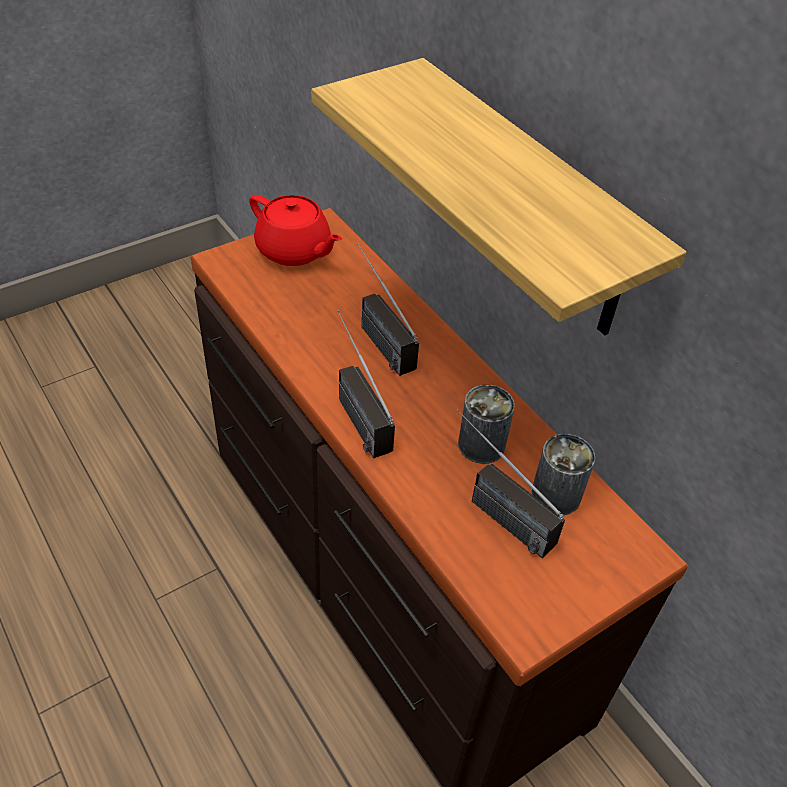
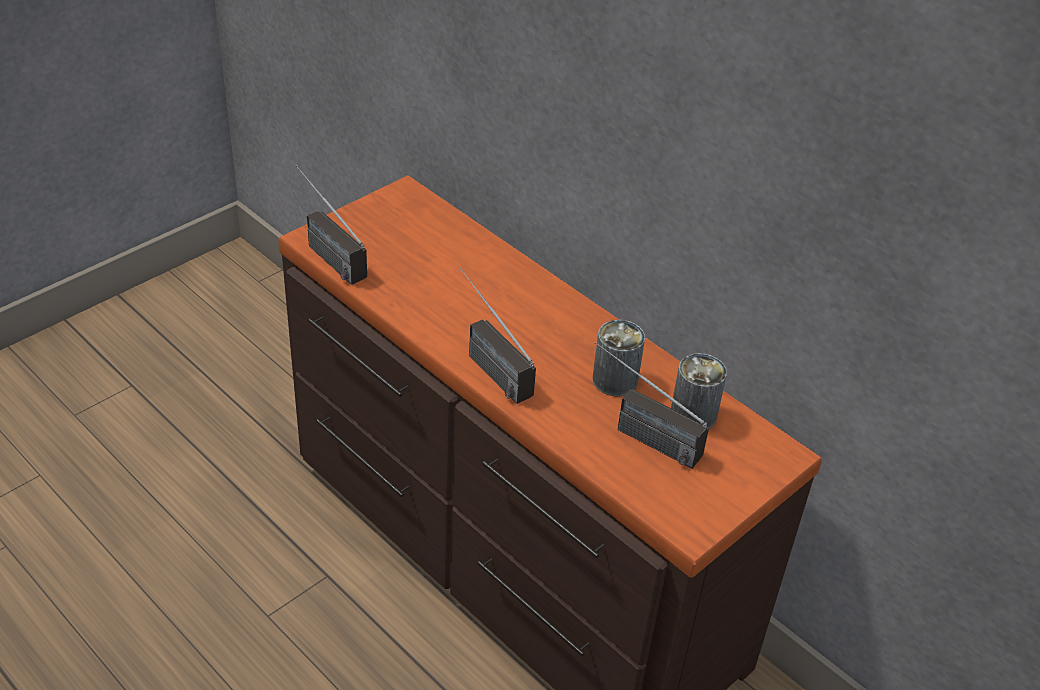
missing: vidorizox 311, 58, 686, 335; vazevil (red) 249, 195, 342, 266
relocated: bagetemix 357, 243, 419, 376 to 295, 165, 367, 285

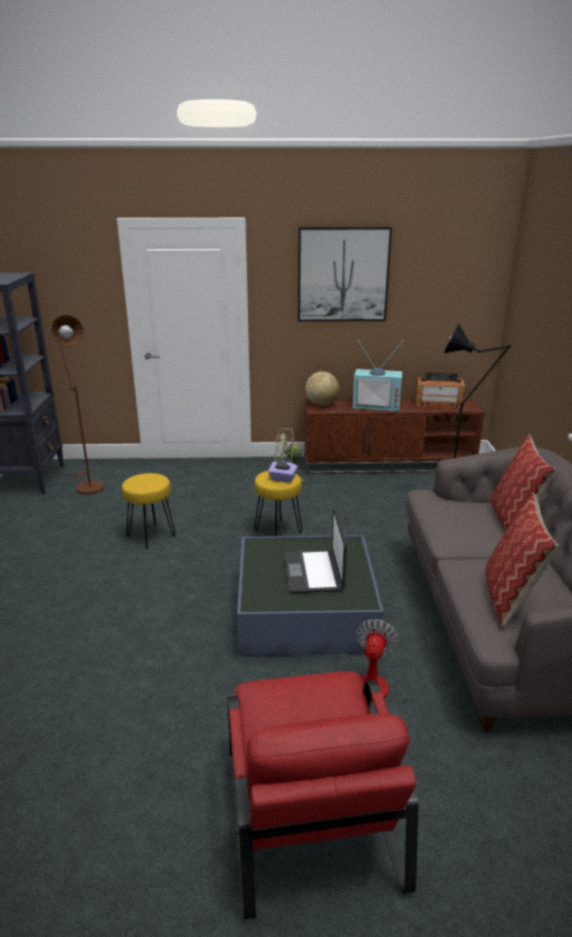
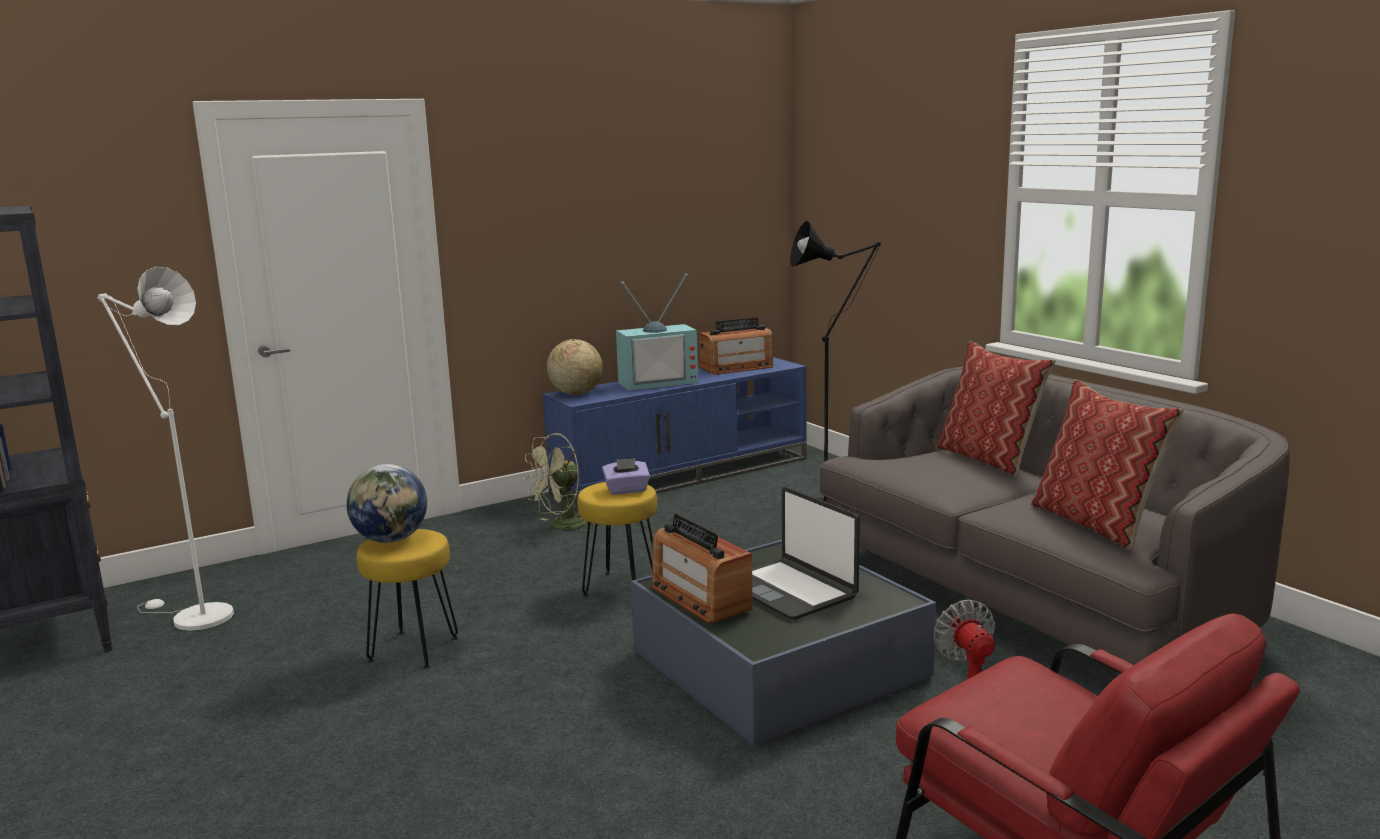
missing: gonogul 298, 227, 392, 322
appeared: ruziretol 346, 464, 427, 543; bagetemix 651, 514, 753, 624
colour: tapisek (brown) 51, 315, 105, 494 to tapisek (white) 97, 267, 234, 631; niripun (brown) 304, 399, 485, 474 to niripun (blue) 542, 357, 807, 512

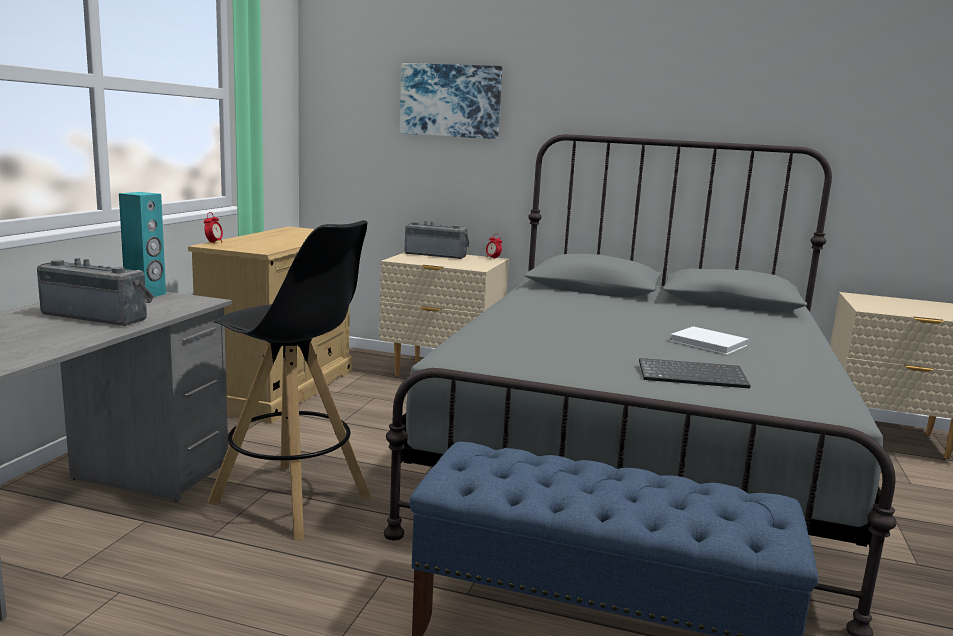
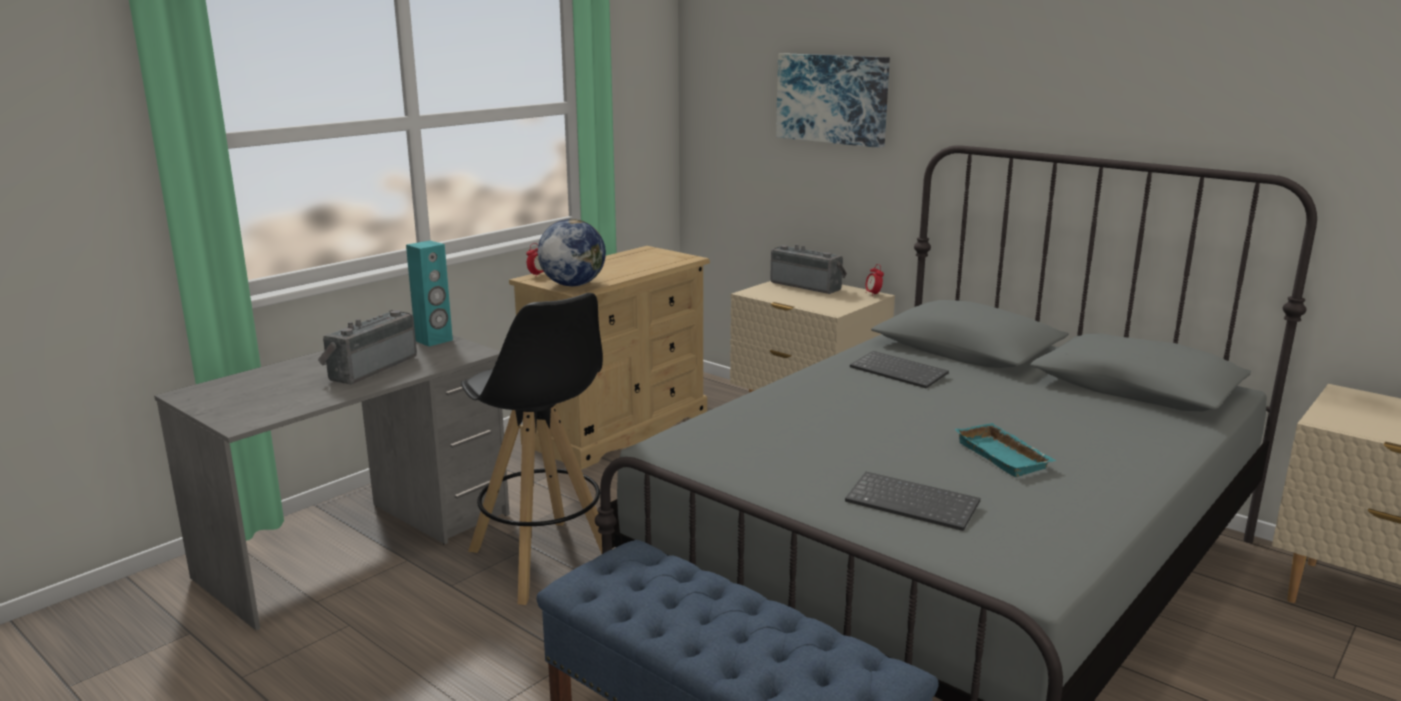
appeared: ruziretol 538, 219, 606, 286; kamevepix 850, 351, 949, 388
exchanged: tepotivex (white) 670, 326, 749, 355 to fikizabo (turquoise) 955, 423, 1056, 477
spun: bagetemix 37, 258, 154, 326 = 318, 310, 417, 384 105 degrees counterclockwise

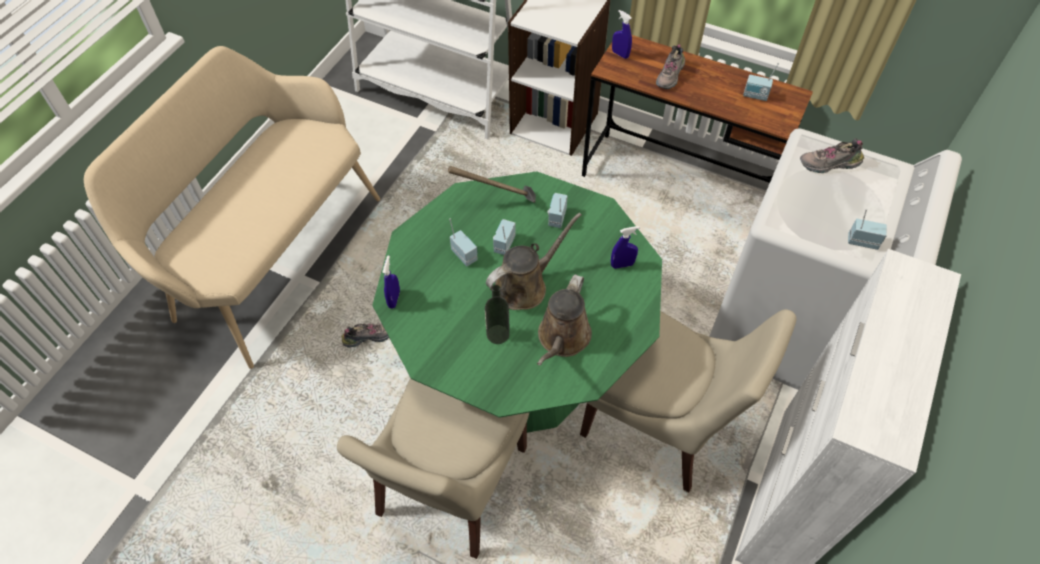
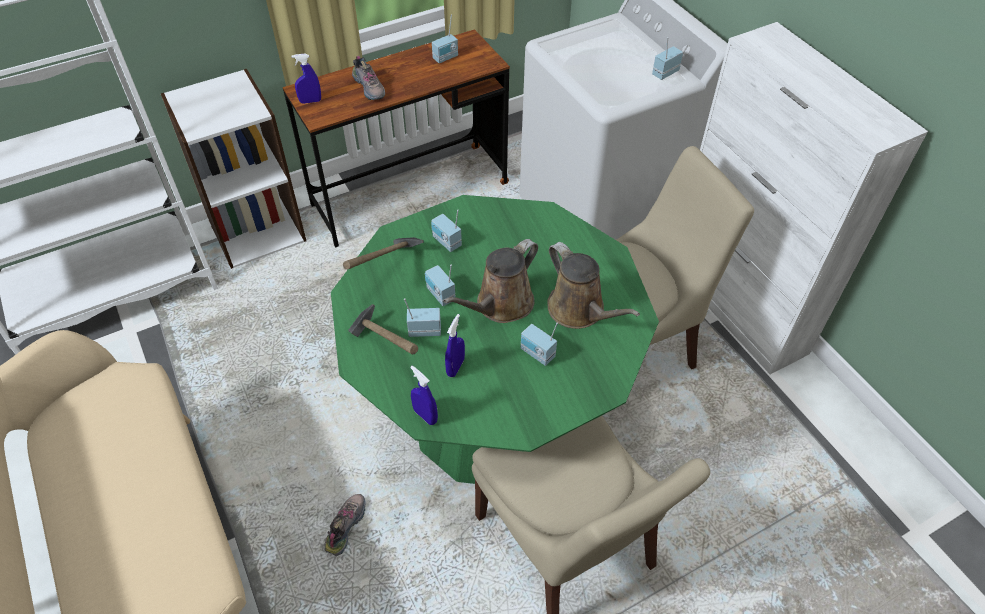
missing: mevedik 800, 139, 864, 173
appeared: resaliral 349, 304, 418, 354
relocated: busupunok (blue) 611, 226, 639, 269 to 445, 314, 465, 377
exchanged: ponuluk 485, 285, 510, 344 to bagetemix 521, 323, 558, 366
spun: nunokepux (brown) 486, 212, 582, 310 = 444, 239, 538, 323 135 degrees counterclockwise

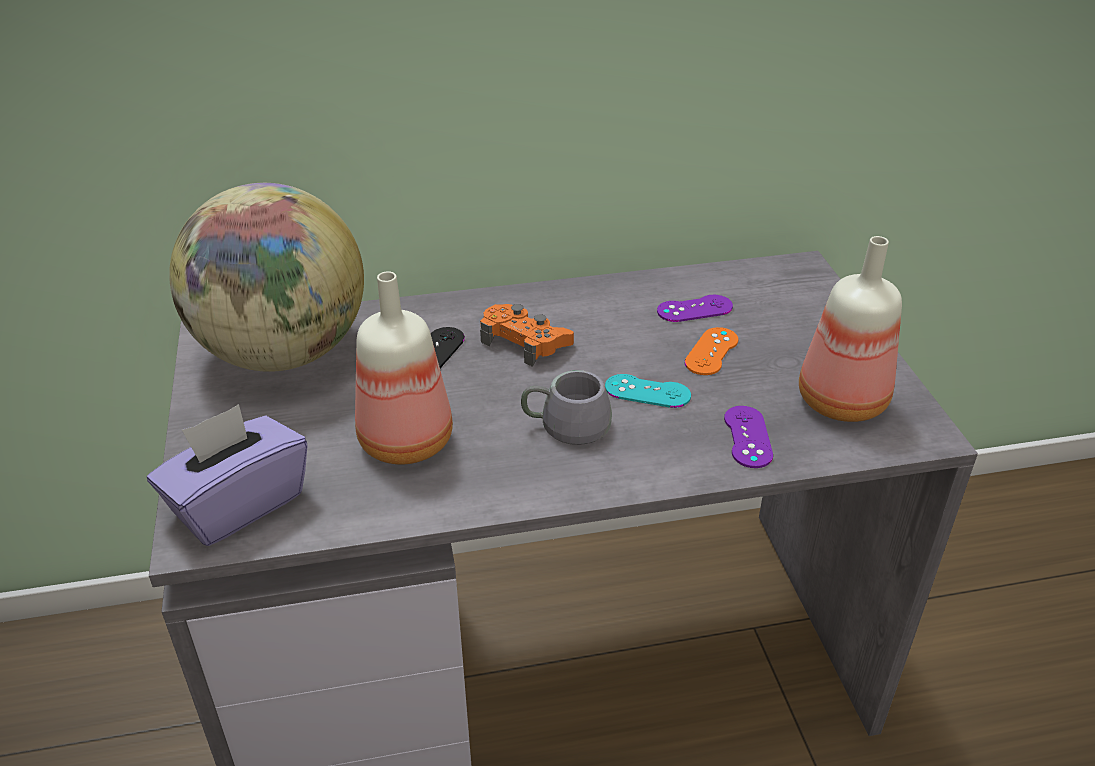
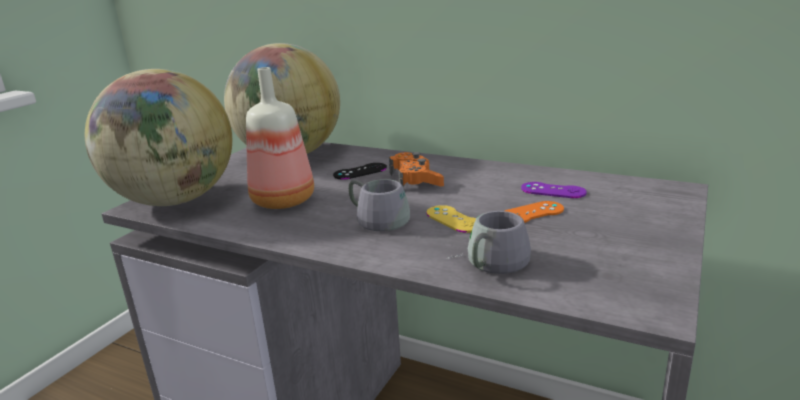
missing: ponuluk 799, 236, 902, 422
exchanged: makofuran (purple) 147, 404, 307, 546 to ruziretol 85, 69, 232, 206; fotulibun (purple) 724, 406, 773, 468 to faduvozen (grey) 446, 211, 531, 274
colour: fotulibun (turquoise) 605, 374, 691, 408 to fotulibun (yellow) 426, 205, 476, 233

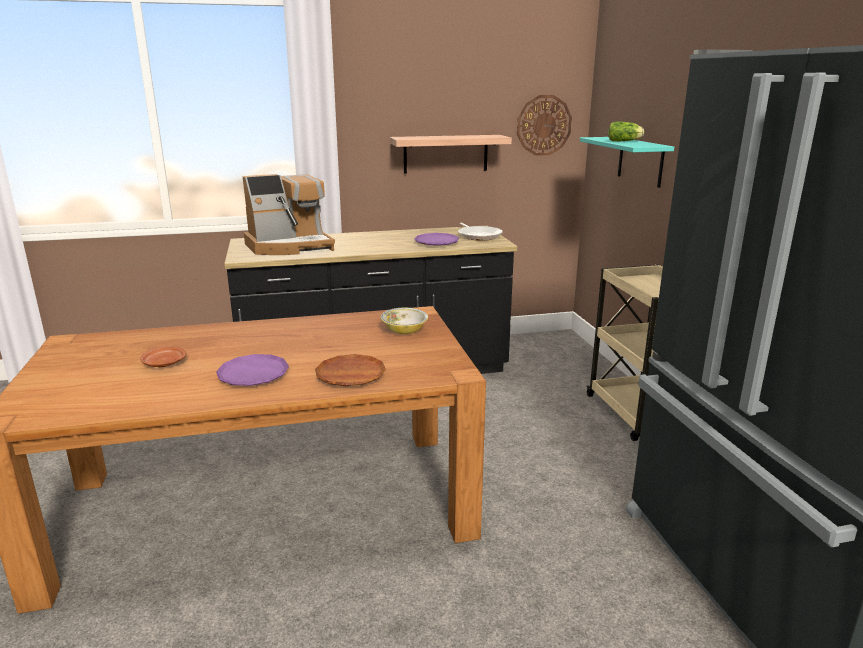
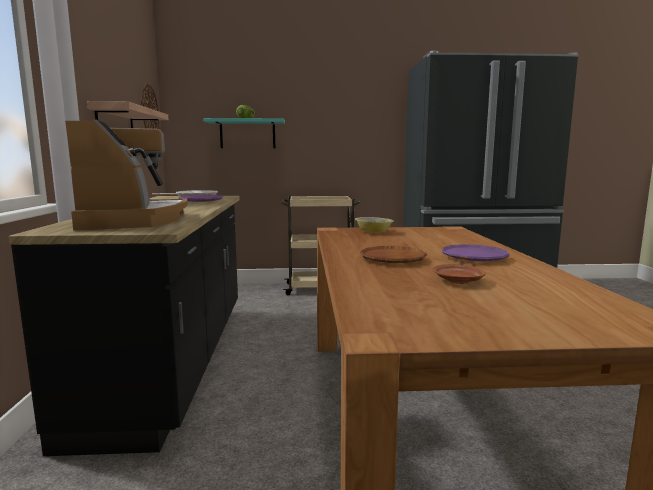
relocated: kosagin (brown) 315, 354, 386, 386 to 360, 246, 427, 263

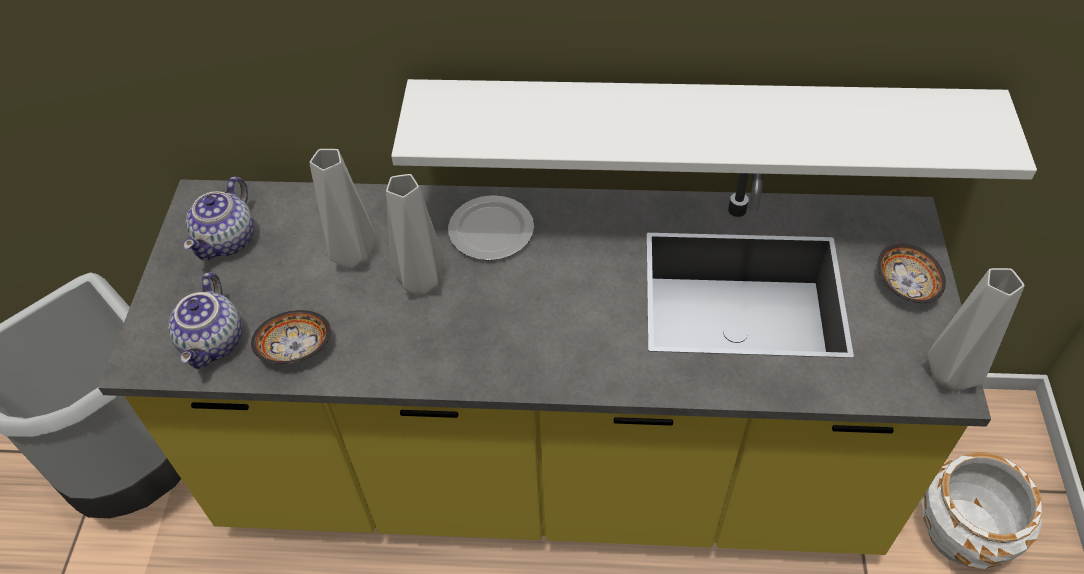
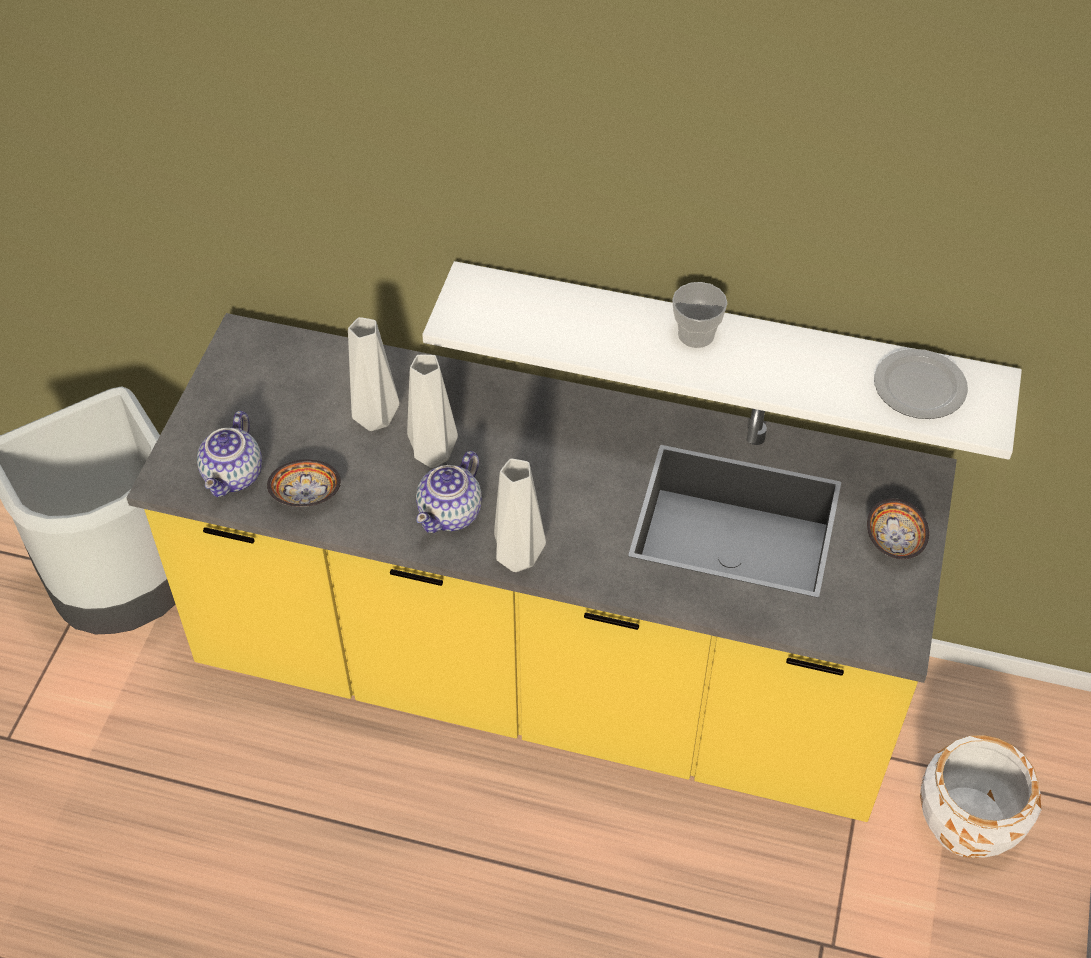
appeared: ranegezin 672, 282, 728, 348
relocated: vazevil 183, 176, 254, 260 to 416, 451, 482, 533; kosagin 448, 195, 534, 261 to 874, 349, 968, 419; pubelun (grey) 927, 268, 1025, 392 to 494, 459, 546, 572

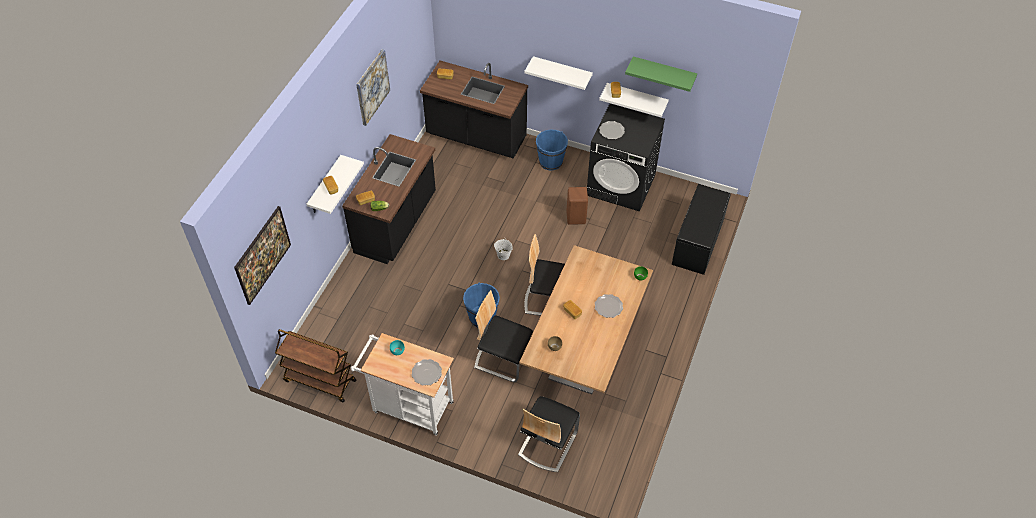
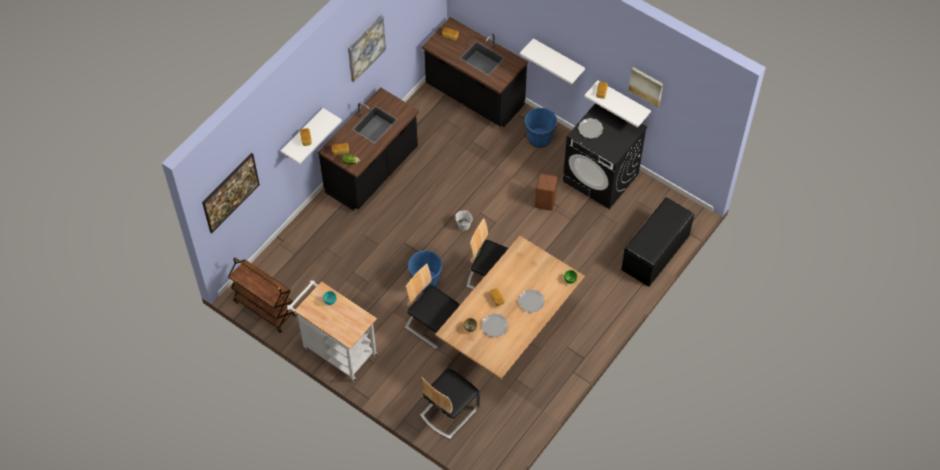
relocated: kosagin 412, 359, 442, 385 to 481, 313, 509, 337
exchanged: vidorizox (green) 625, 56, 697, 92 to gonogul 628, 67, 663, 107

